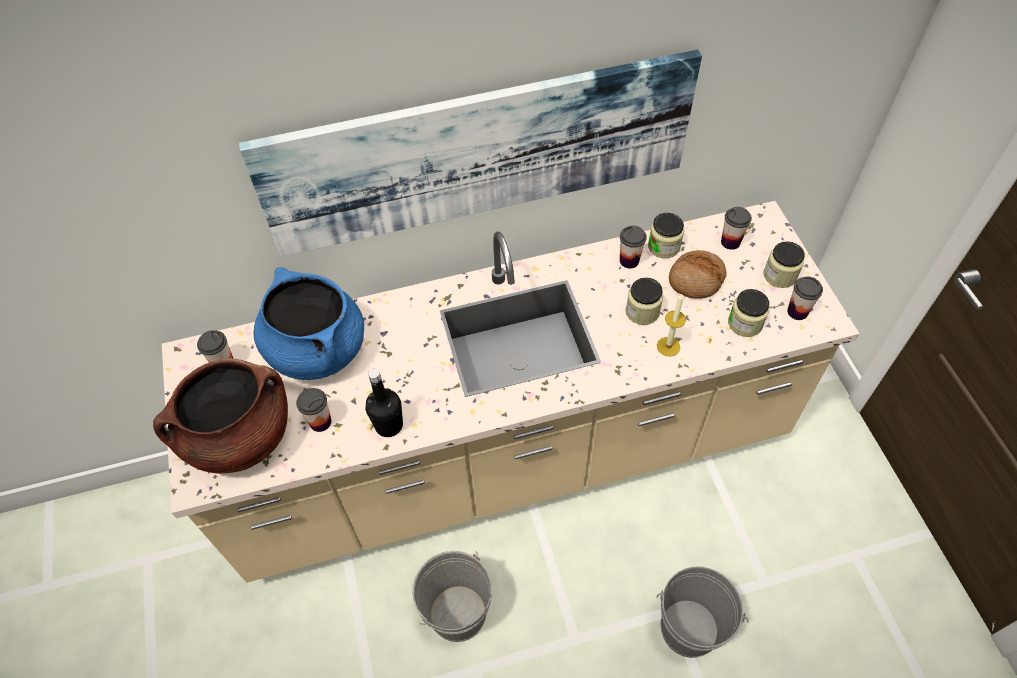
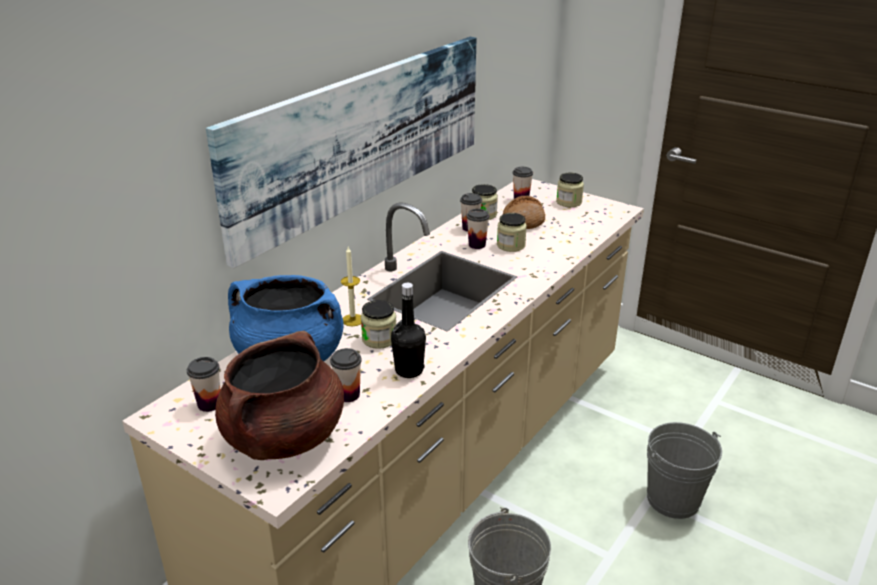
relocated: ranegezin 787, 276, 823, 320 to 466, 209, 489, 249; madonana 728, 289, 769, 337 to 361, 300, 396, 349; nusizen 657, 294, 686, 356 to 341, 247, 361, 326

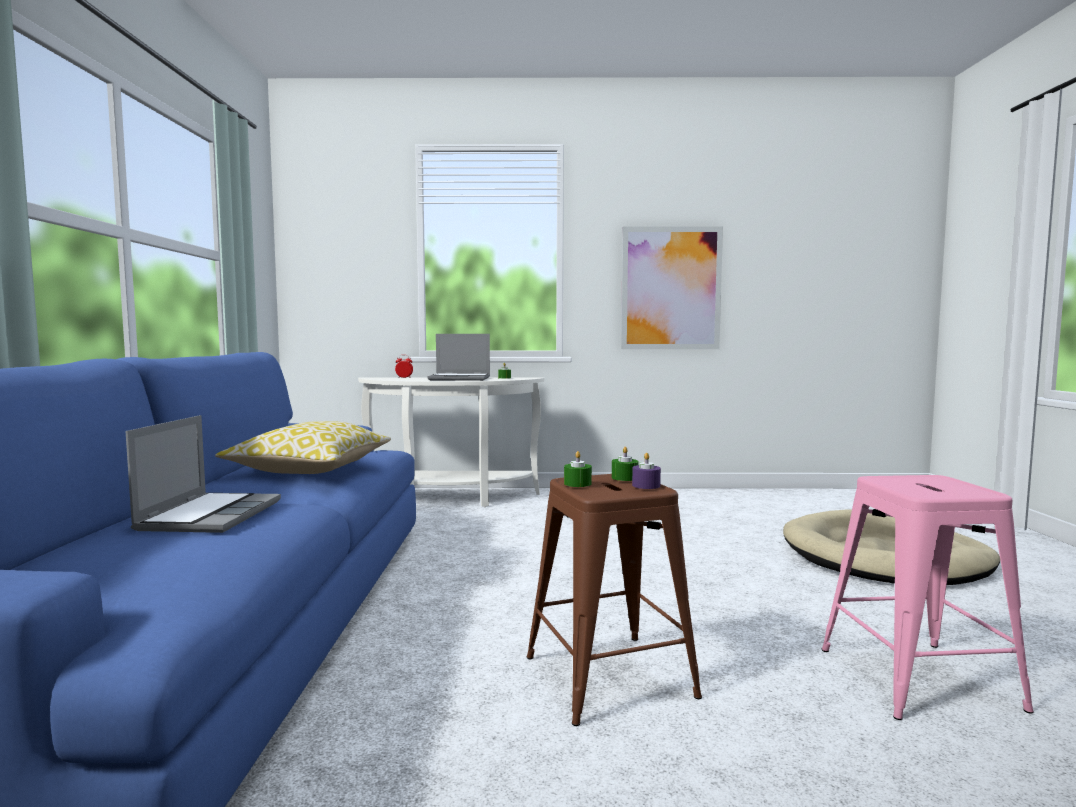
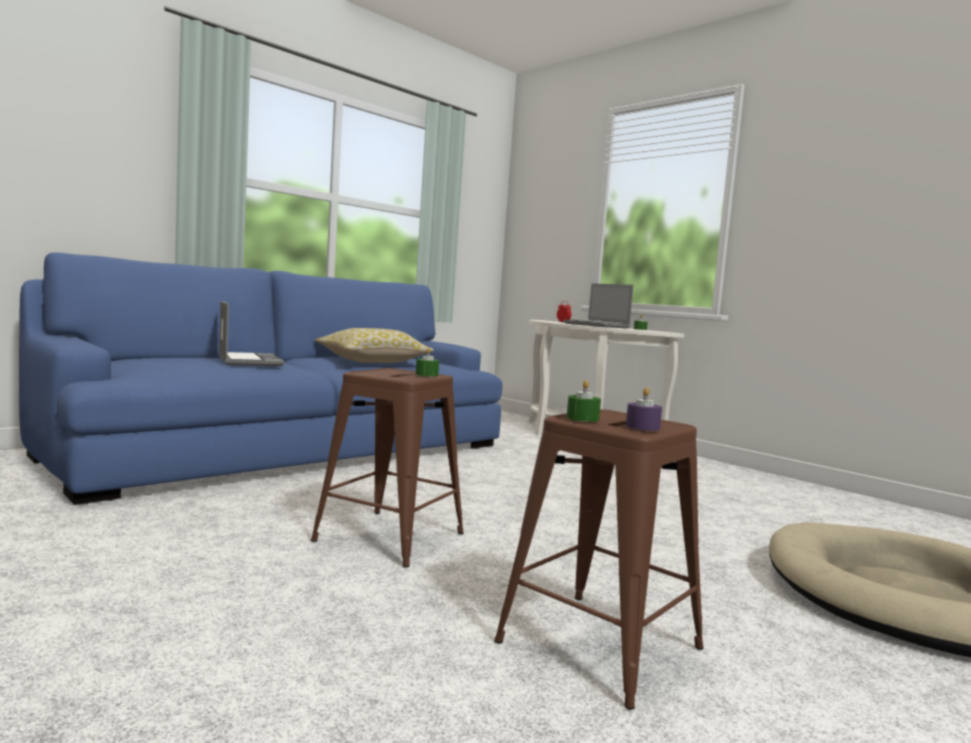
missing: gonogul 621, 226, 723, 349
relocated: nusizen (green) 564, 451, 592, 487 to 567, 380, 601, 422; nusizen (purple) 632, 453, 661, 489 to 626, 387, 662, 431
colour: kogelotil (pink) 822, 475, 1034, 720 to kogelotil (brown) 494, 409, 704, 710
spun: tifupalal 125, 415, 281, 533 = 219, 301, 284, 366 75 degrees counterclockwise

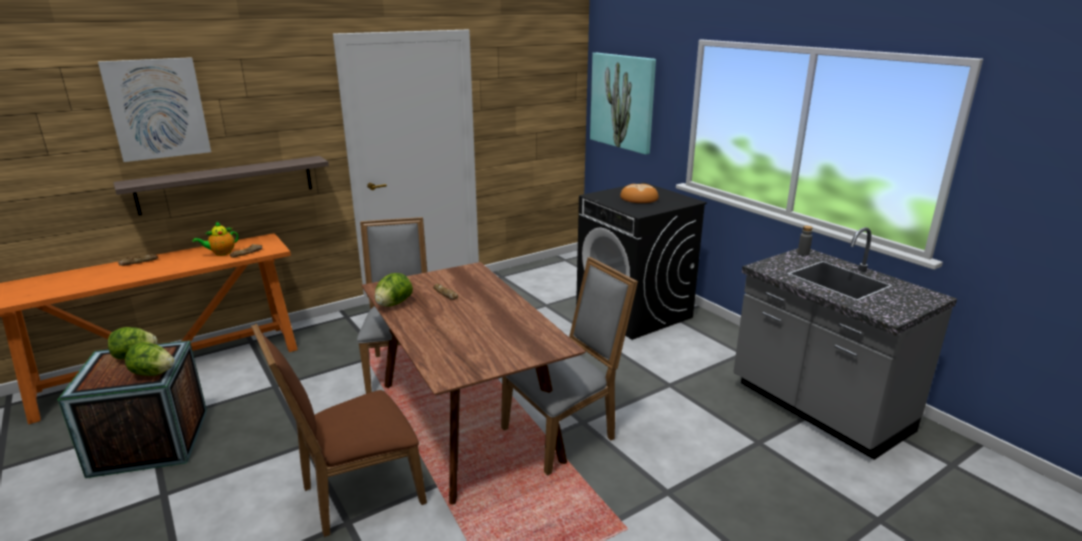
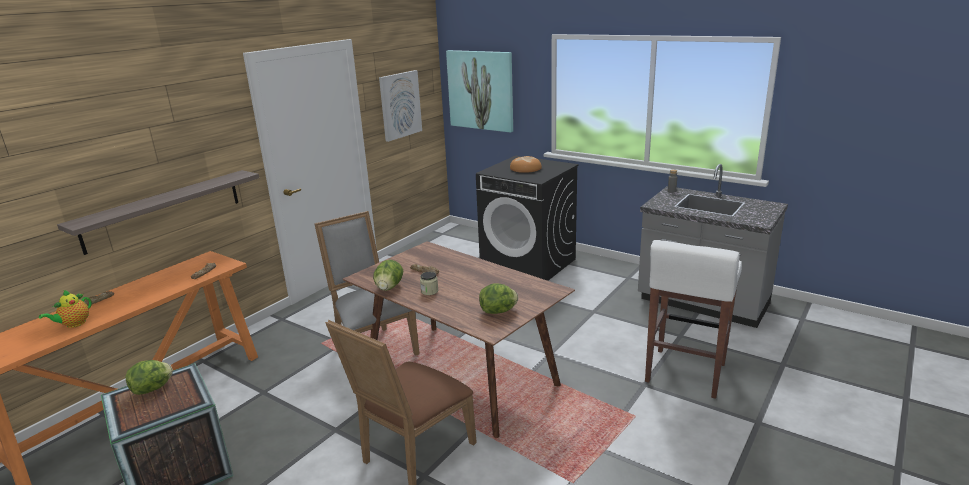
missing: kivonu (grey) 501, 257, 638, 476
appeared: kogelotil (white) 645, 240, 742, 399; madonana 420, 272, 438, 295
relocated: gonogul 98, 57, 211, 162 to 379, 70, 422, 142; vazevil 193, 221, 239, 256 to 39, 290, 92, 328; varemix 125, 342, 175, 376 to 479, 283, 518, 314

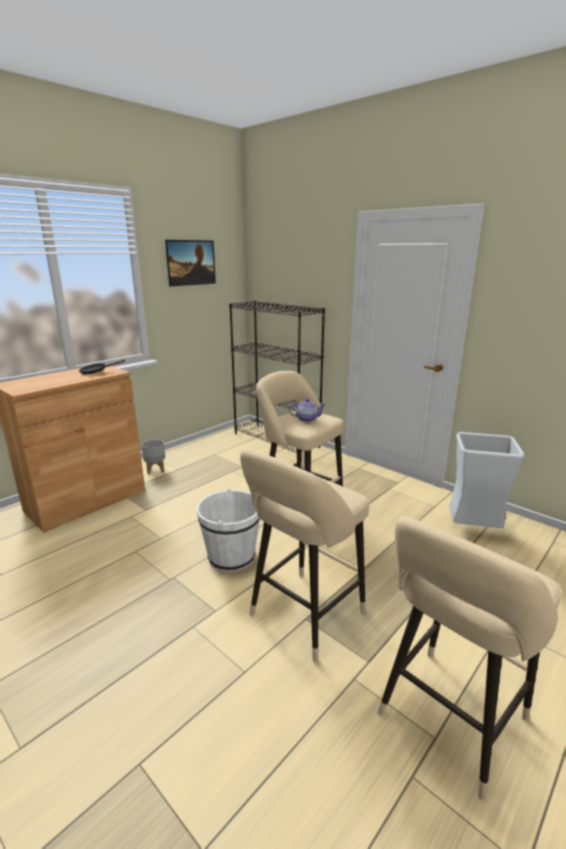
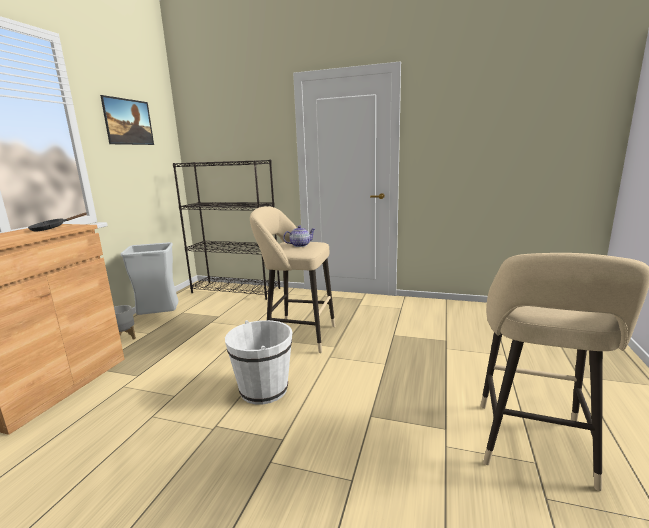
missing: kogelotil (beige) 240, 449, 369, 662
relocated: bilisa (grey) 449, 432, 525, 528 to 121, 242, 178, 315

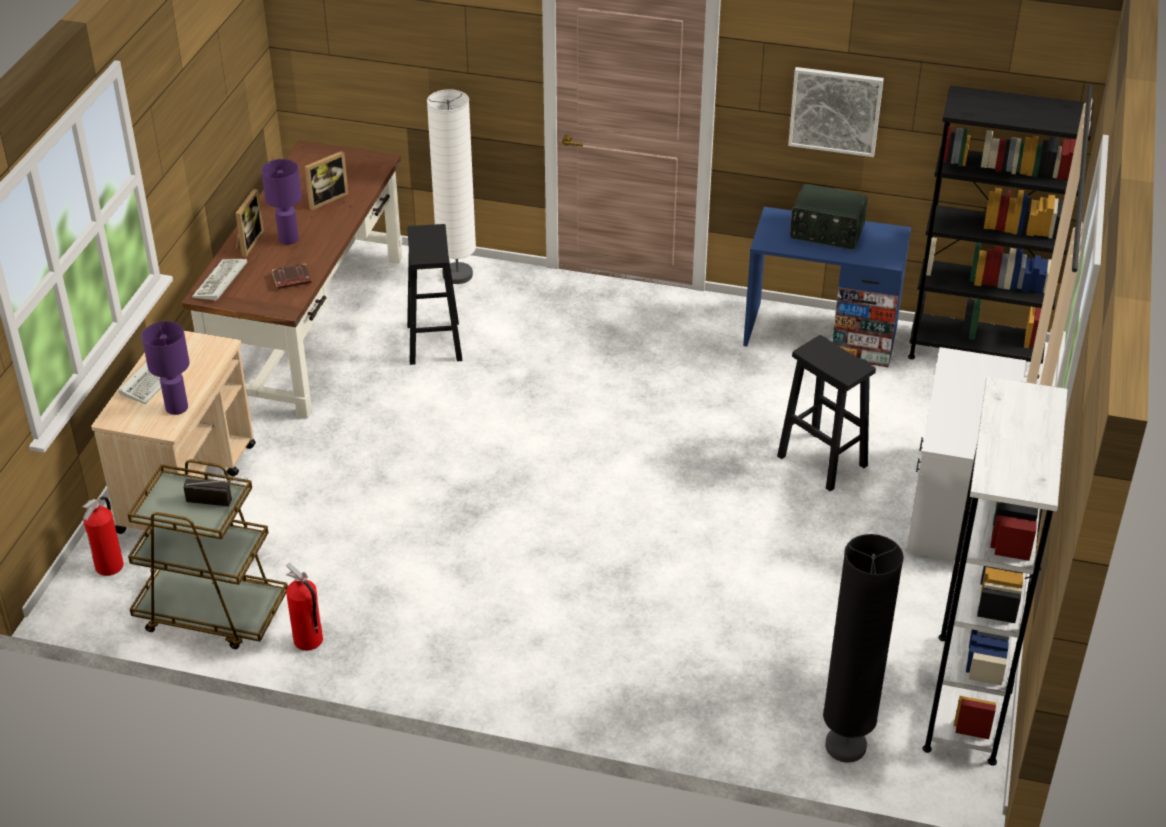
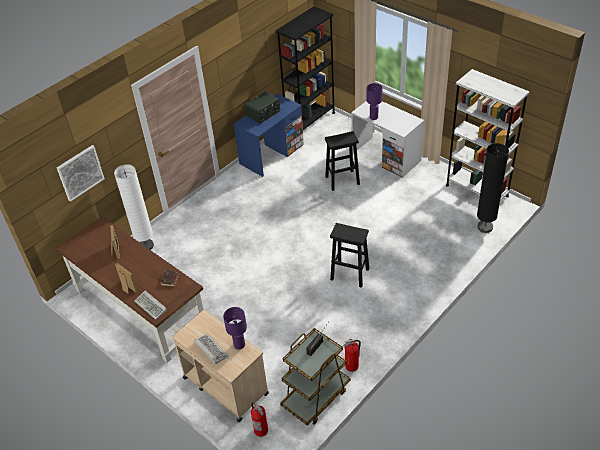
relocated: gonogul 788, 67, 884, 157 to 57, 145, 105, 202; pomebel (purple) 261, 159, 302, 245 to 366, 83, 382, 120; kogelotil (black) 407, 224, 463, 365 to 330, 223, 369, 288

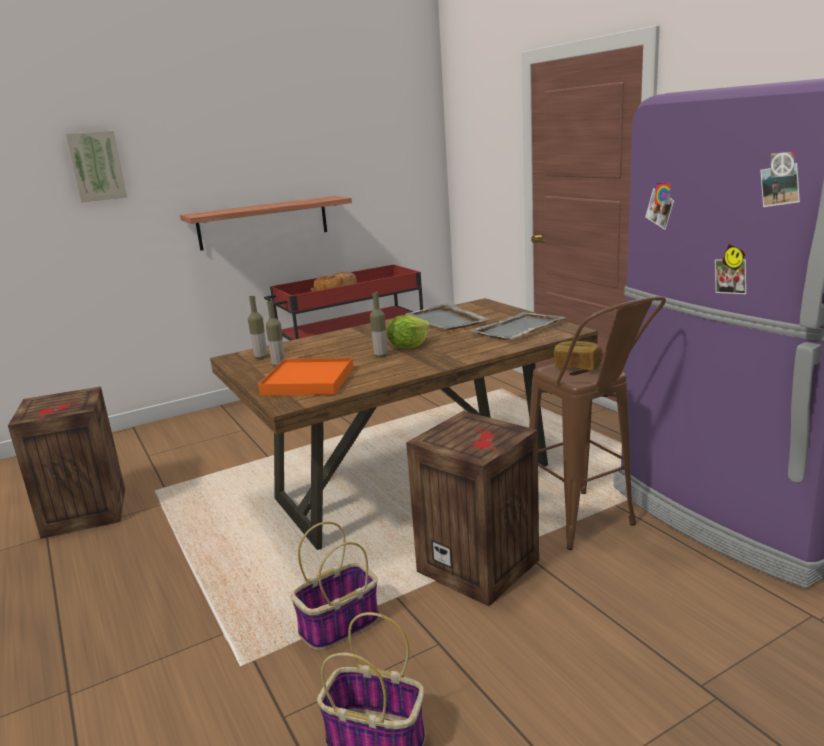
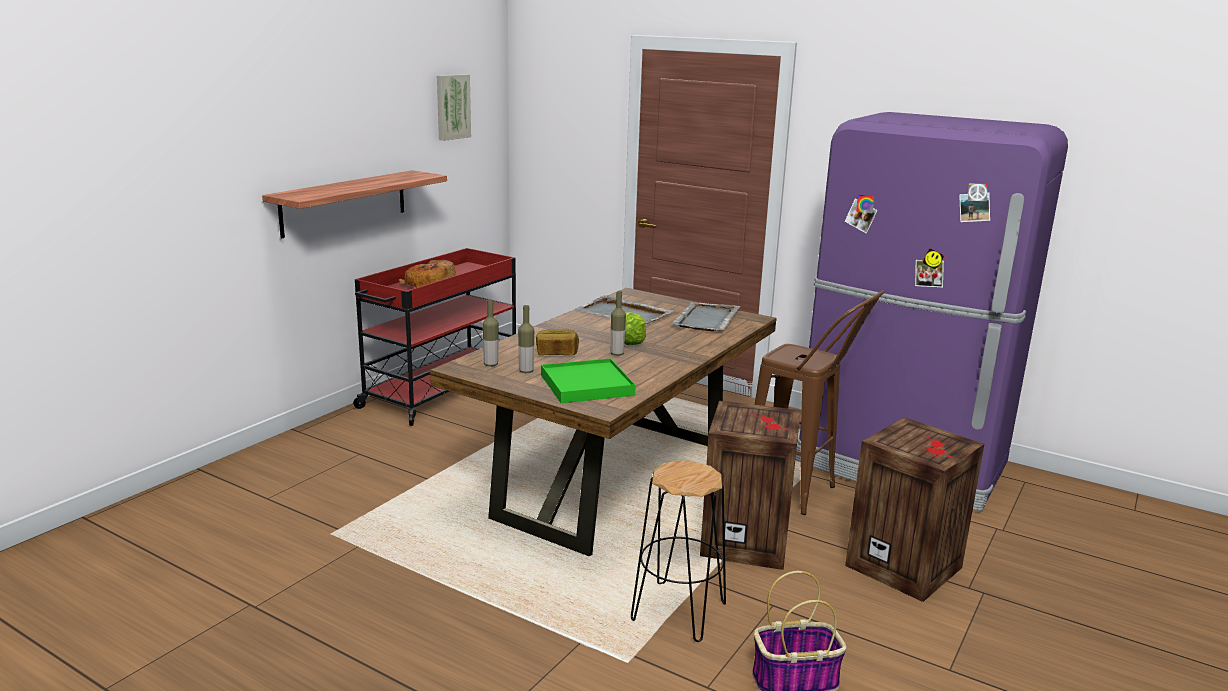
relocated: gonogul 65, 131, 127, 202 to 437, 74, 471, 141; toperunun 554, 341, 603, 370 to 536, 329, 579, 355; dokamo 8, 387, 125, 539 to 845, 417, 984, 602
exchanged: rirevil 291, 521, 379, 650 to kogelotil (black) 631, 460, 726, 642
colour: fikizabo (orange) 258, 358, 353, 395 to fikizabo (green) 541, 358, 636, 403

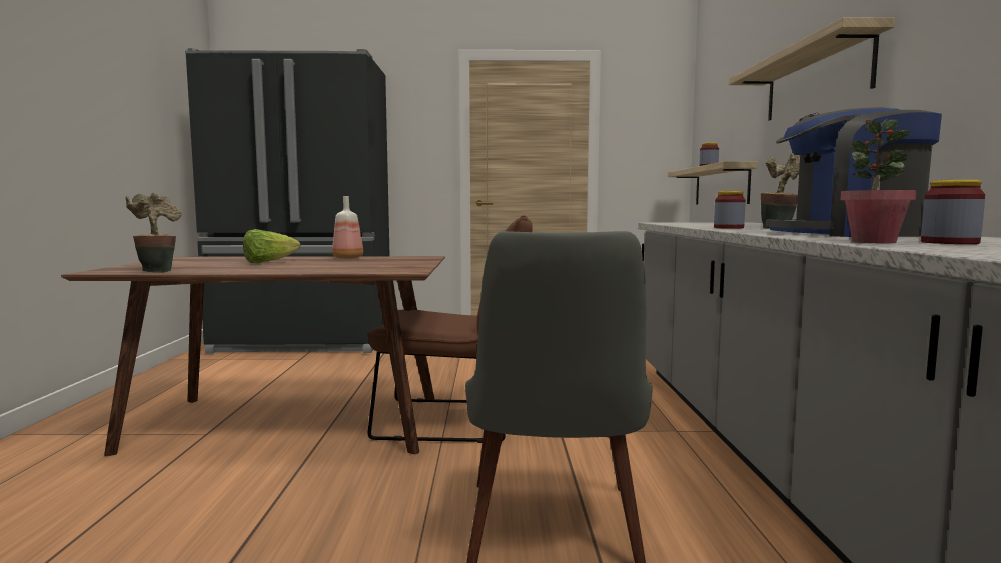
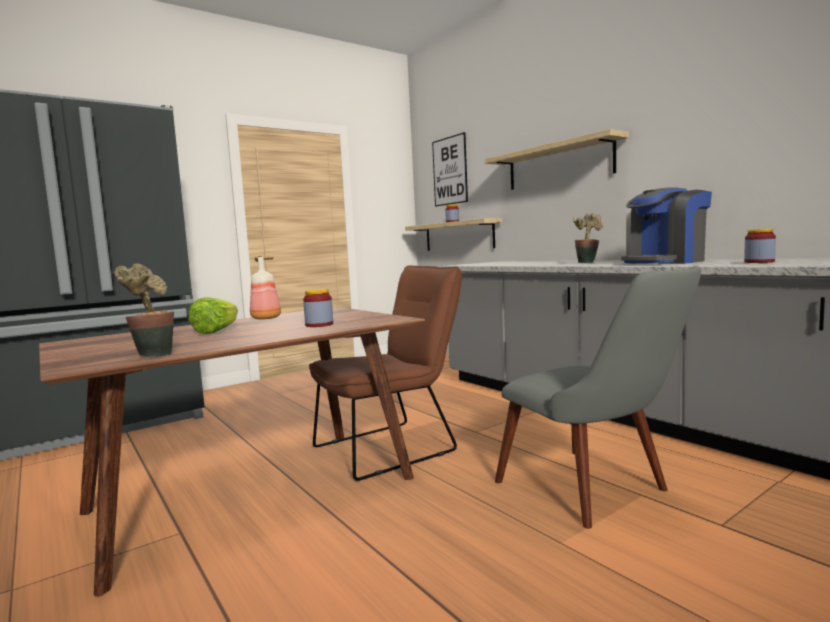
missing: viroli 841, 119, 917, 243
appeared: gonogul 432, 132, 468, 207
relocated: madonana 714, 191, 746, 229 to 303, 289, 333, 327

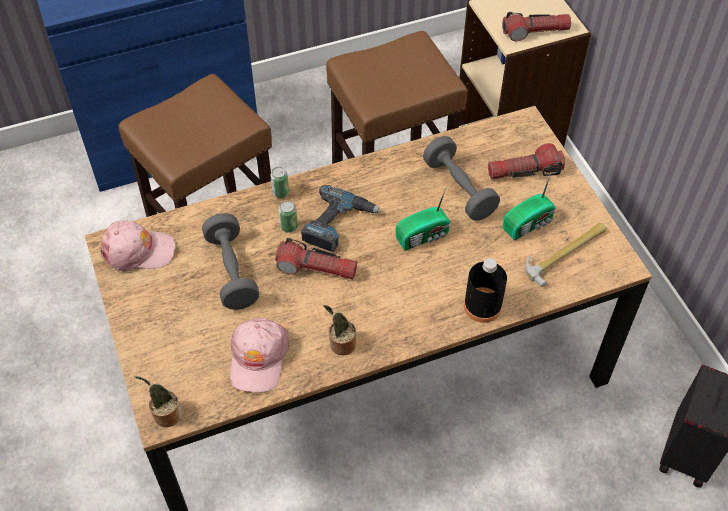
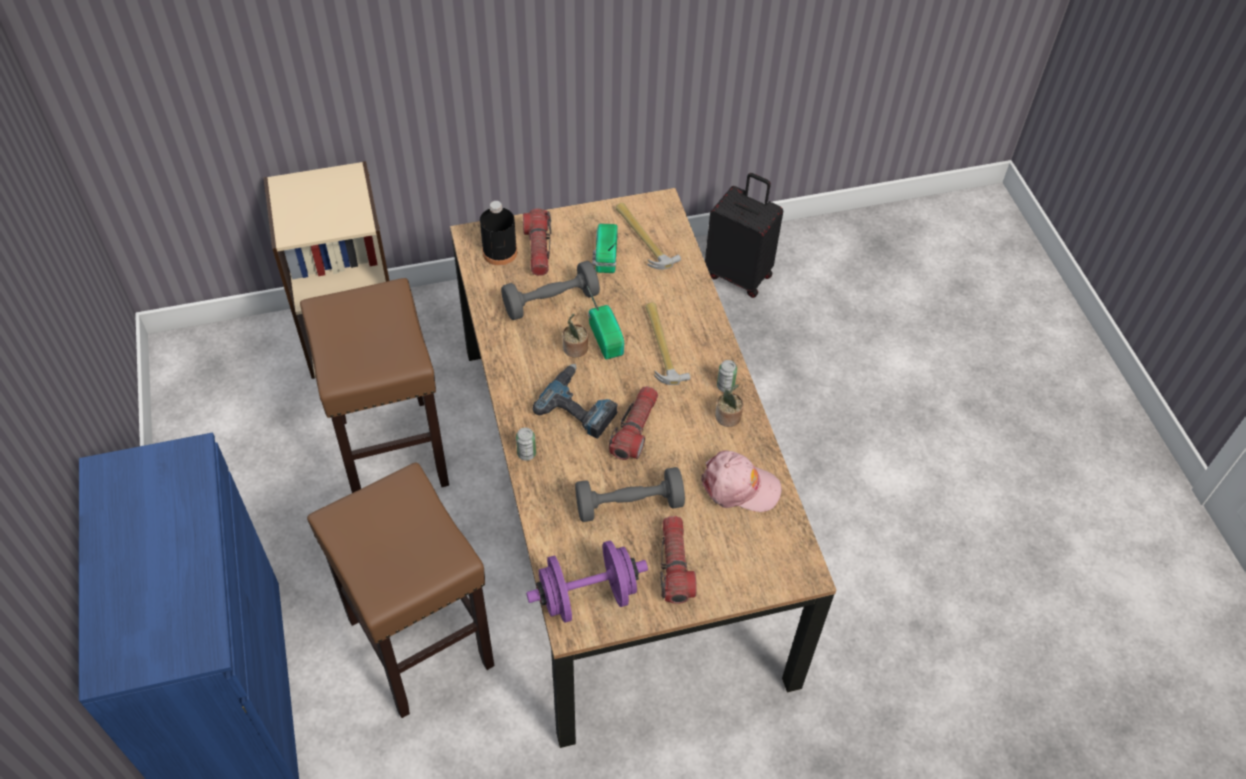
appeared: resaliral 645, 302, 690, 385
relocated: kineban 502, 12, 571, 41 to 660, 516, 697, 604; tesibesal 279, 201, 298, 233 to 717, 360, 737, 392; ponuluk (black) 464, 258, 507, 323 to 480, 201, 517, 265; viroli 135, 376, 182, 427 to 562, 313, 588, 358
exchanged: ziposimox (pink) 100, 220, 176, 272 to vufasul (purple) 526, 541, 648, 623
spun: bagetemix 503, 173, 556, 240 = 592, 224, 618, 273 150 degrees counterclockwise

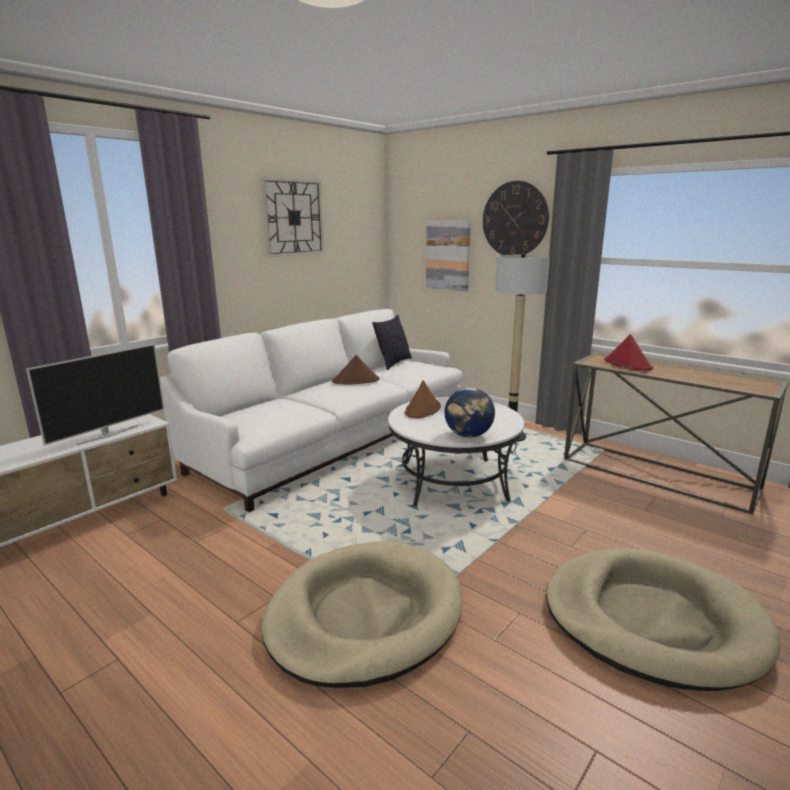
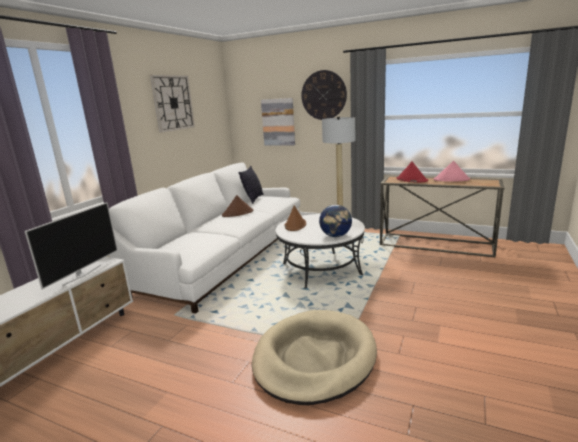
missing: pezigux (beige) 546, 548, 781, 691
appeared: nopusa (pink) 433, 161, 470, 182

